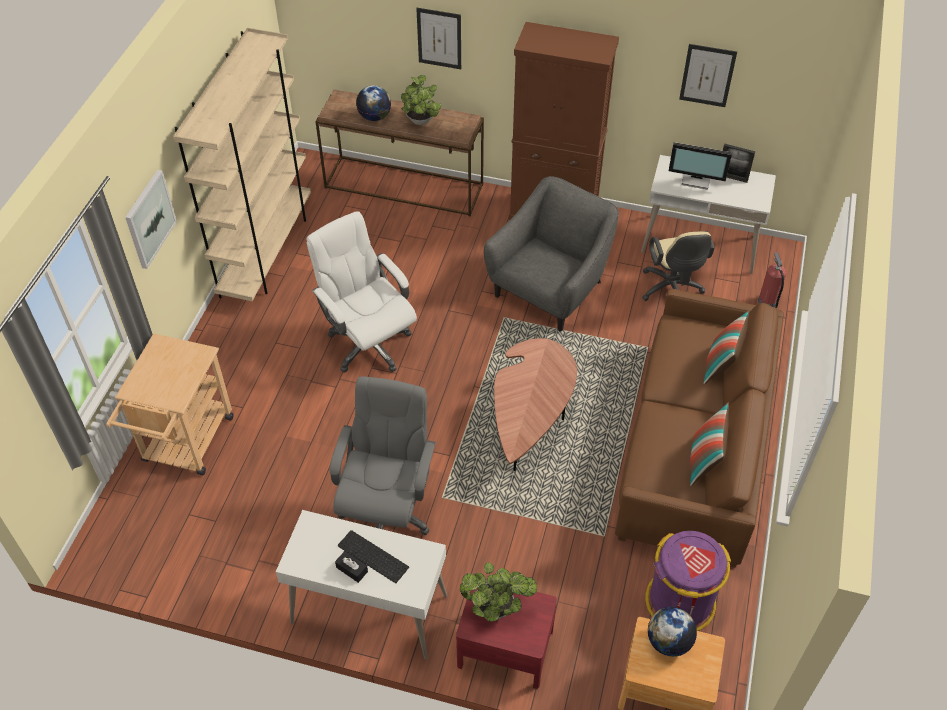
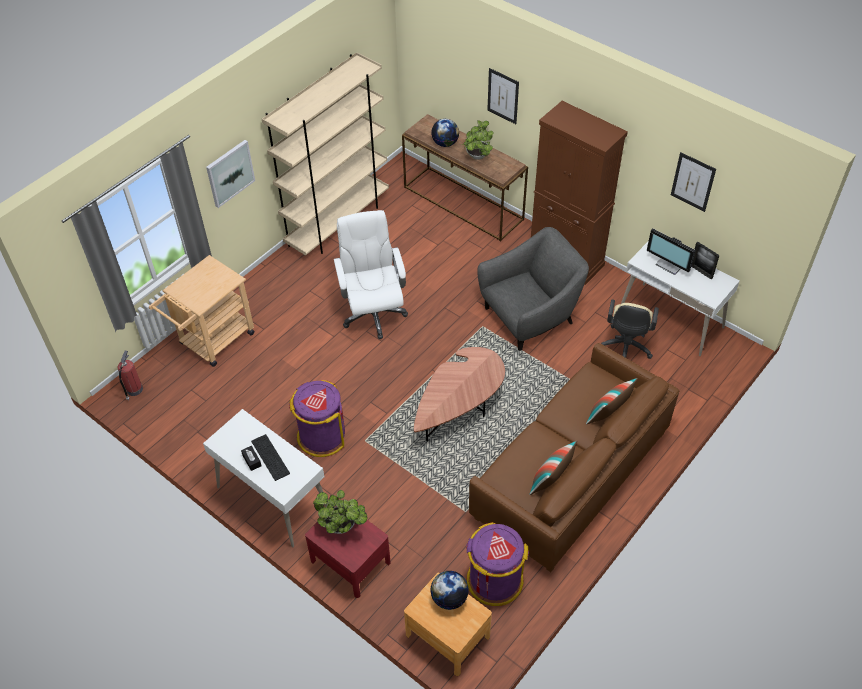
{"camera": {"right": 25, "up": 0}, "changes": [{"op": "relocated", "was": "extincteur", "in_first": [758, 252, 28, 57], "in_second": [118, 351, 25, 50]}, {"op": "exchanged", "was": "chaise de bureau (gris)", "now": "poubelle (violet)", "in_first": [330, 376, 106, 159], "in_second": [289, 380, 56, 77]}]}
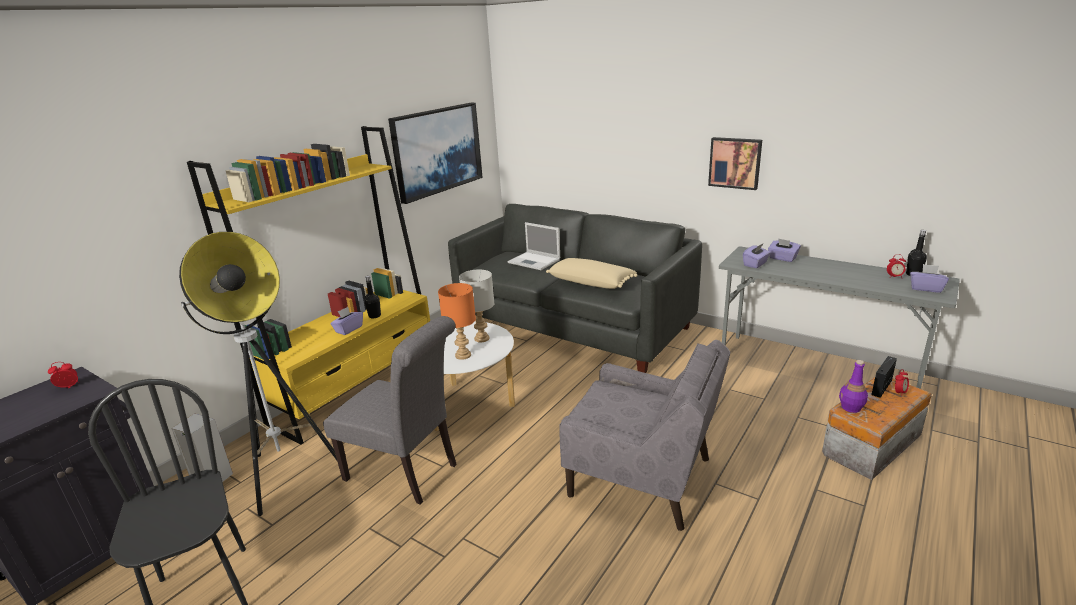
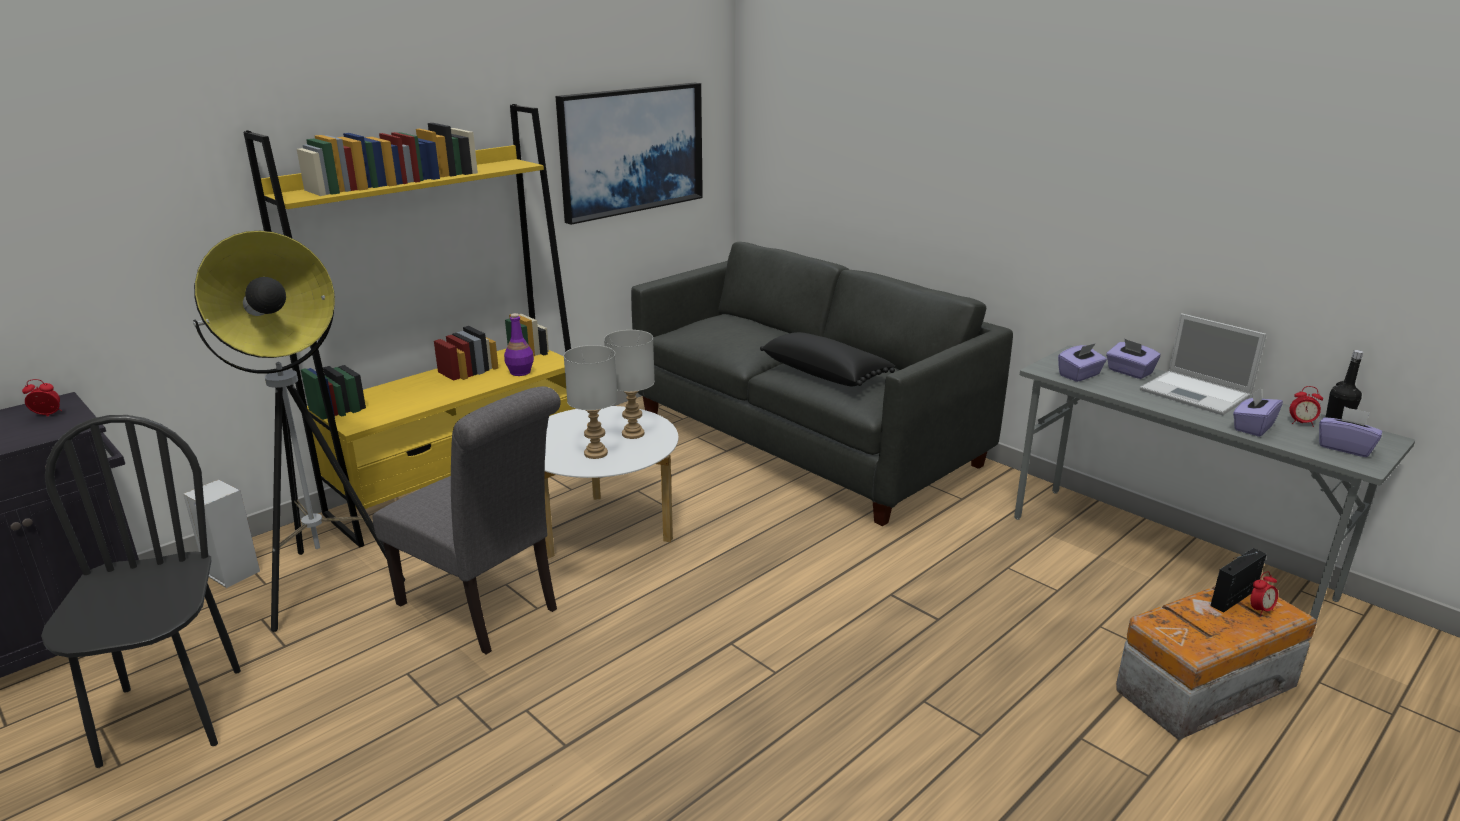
{"camera": {"right": 10, "up": 0}, "changes": [{"op": "missing", "was": "bouteille (noir)", "in_first": [364, 276, 17, 42]}, {"op": "missing", "was": "fauteuil (gris)", "in_first": [559, 340, 171, 191]}, {"op": "missing", "was": "tableau", "in_first": [708, 137, 54, 53]}, {"op": "relocated", "was": "boîte à mouchoirs (violet)", "in_first": [330, 307, 33, 28], "in_second": [1233, 388, 50, 49]}, {"op": "relocated", "was": "ordinateur portable", "in_first": [507, 222, 53, 48], "in_second": [1140, 313, 127, 102]}, {"op": "relocated", "was": "bouteille (violet)", "in_first": [839, 360, 29, 53], "in_second": [504, 313, 30, 63]}, {"op": "colour", "was": "lampe de table (orange)", "now": "lampe de table (gris)", "in_first": [438, 283, 38, 77], "in_second": [564, 345, 54, 114]}, {"op": "colour", "was": "coussin (beige)", "now": "coussin (noir)", "in_first": [546, 258, 92, 31], "in_second": [760, 332, 135, 55]}]}
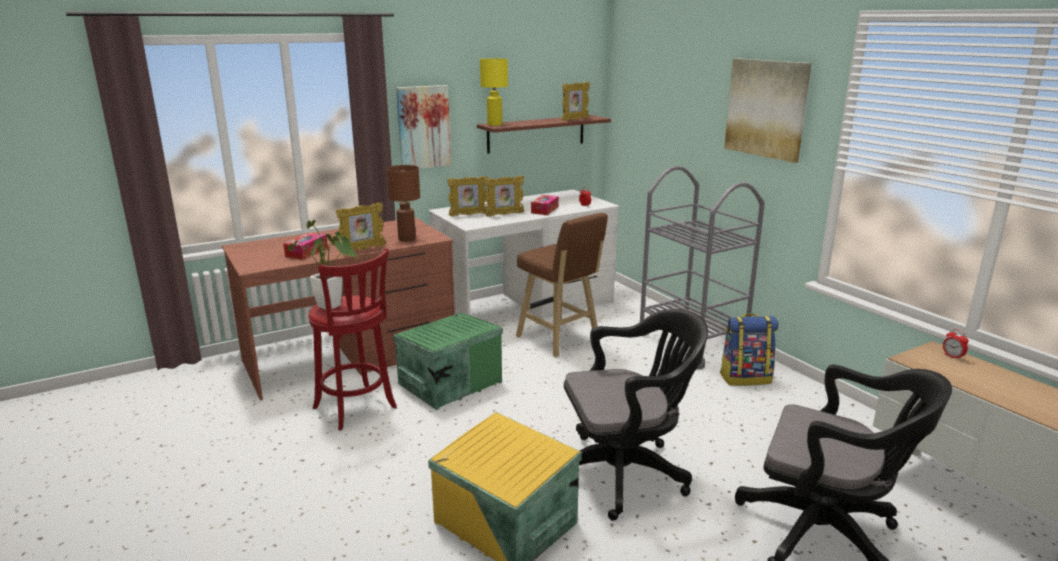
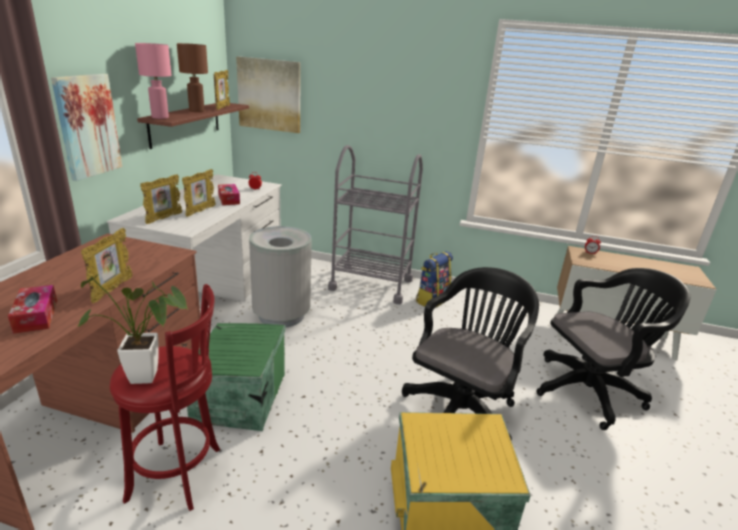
{"camera": {"right": -45, "up": 5}, "changes": [{"op": "relocated", "was": "lampe de table (marron)", "in_first": [386, 165, 34, 77], "in_second": [177, 43, 31, 69]}, {"op": "relocated", "was": "tableau", "in_first": [724, 58, 88, 105], "in_second": [236, 56, 65, 77]}, {"op": "exchanged", "was": "tabouret (marron)", "now": "poubelle (gris)", "in_first": [516, 213, 92, 144], "in_second": [249, 226, 63, 101]}, {"op": "colour", "was": "lampe de table (jaune)", "now": "lampe de table (rose)", "in_first": [480, 58, 28, 68], "in_second": [135, 43, 37, 76]}]}
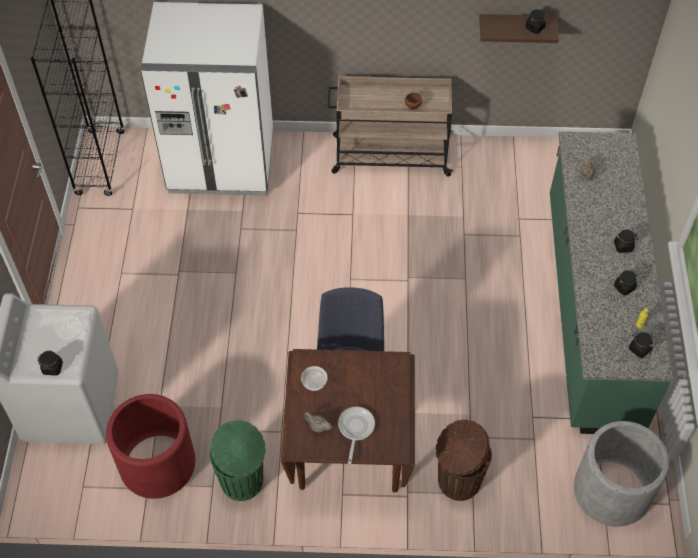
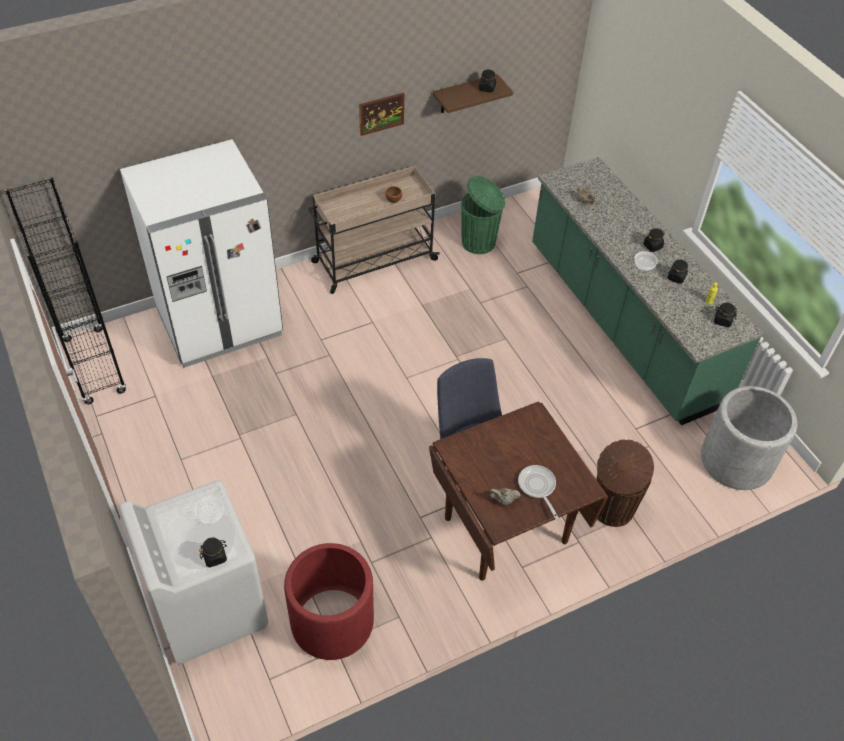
{"camera": {"right": -30, "up": -5}, "changes": [{"op": "appeared", "now": "tableau", "in_second": [359, 93, 45, 43]}, {"op": "relocated", "was": "poubelle (vert)", "in_first": [210, 420, 56, 81], "in_second": [461, 176, 45, 78]}, {"op": "relocated", "was": "bol", "in_first": [301, 366, 26, 25], "in_second": [634, 251, 24, 20]}]}
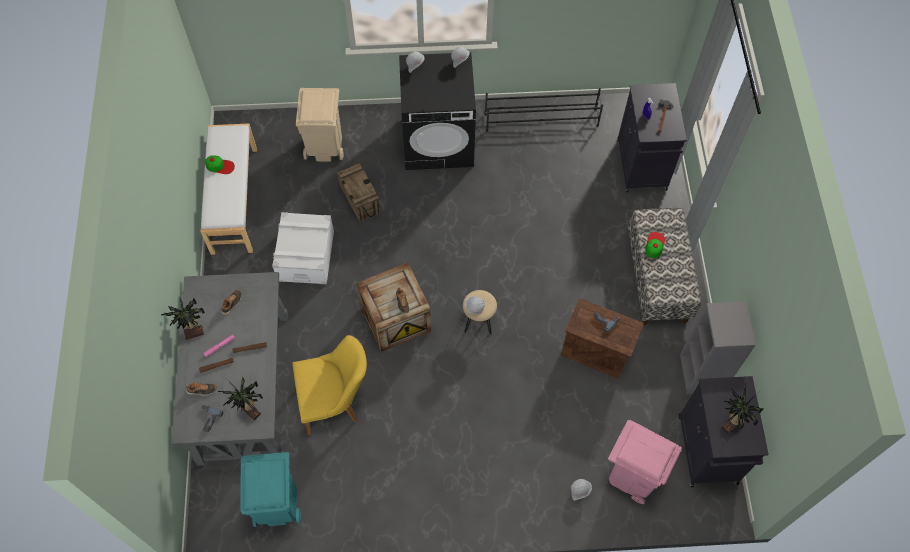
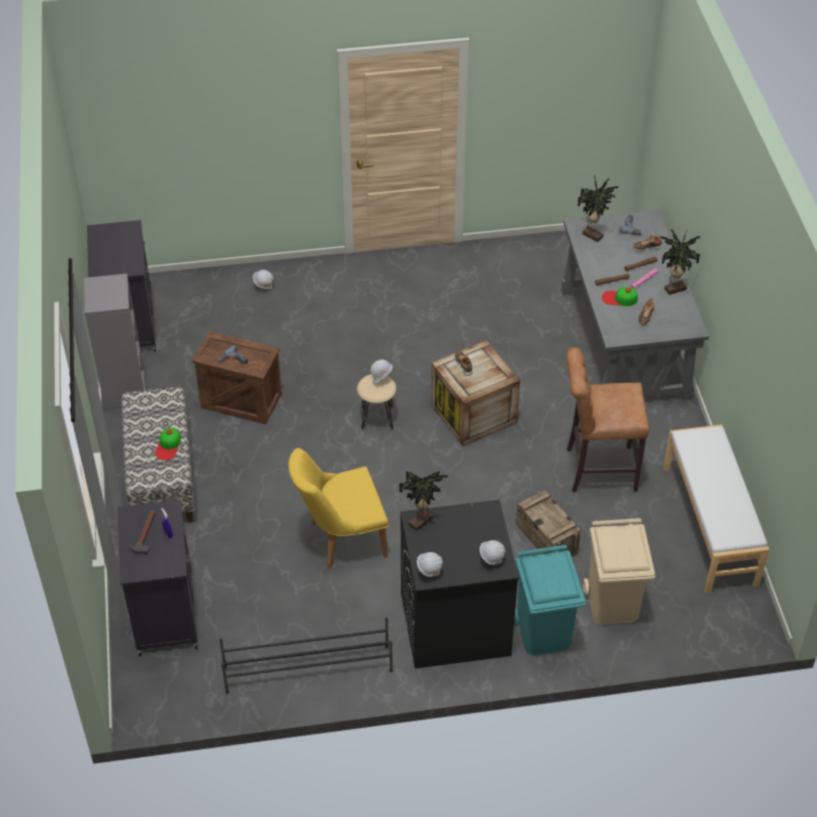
{"camera": {"right": 175, "up": -15}, "changes": [{"op": "missing", "was": "poubelle (rose)", "in_first": [608, 420, 74, 84]}, {"op": "relocated", "was": "casquette", "in_first": [205, 155, 30, 19], "in_second": [602, 287, 36, 19]}, {"op": "relocated", "was": "poubelle (turquoise)", "in_first": [240, 452, 61, 75], "in_second": [514, 545, 72, 110]}, {"op": "relocated", "was": "chaise (jaune)", "in_first": [292, 335, 75, 100], "in_second": [288, 448, 101, 121]}, {"op": "relocated", "was": "plante en pot", "in_first": [721, 383, 43, 51], "in_second": [399, 471, 49, 60]}, {"op": "exchanged", "was": "boîte de rangement (blanc)", "now": "tabouret (marron)", "in_first": [272, 212, 62, 72], "in_second": [567, 347, 82, 145]}]}
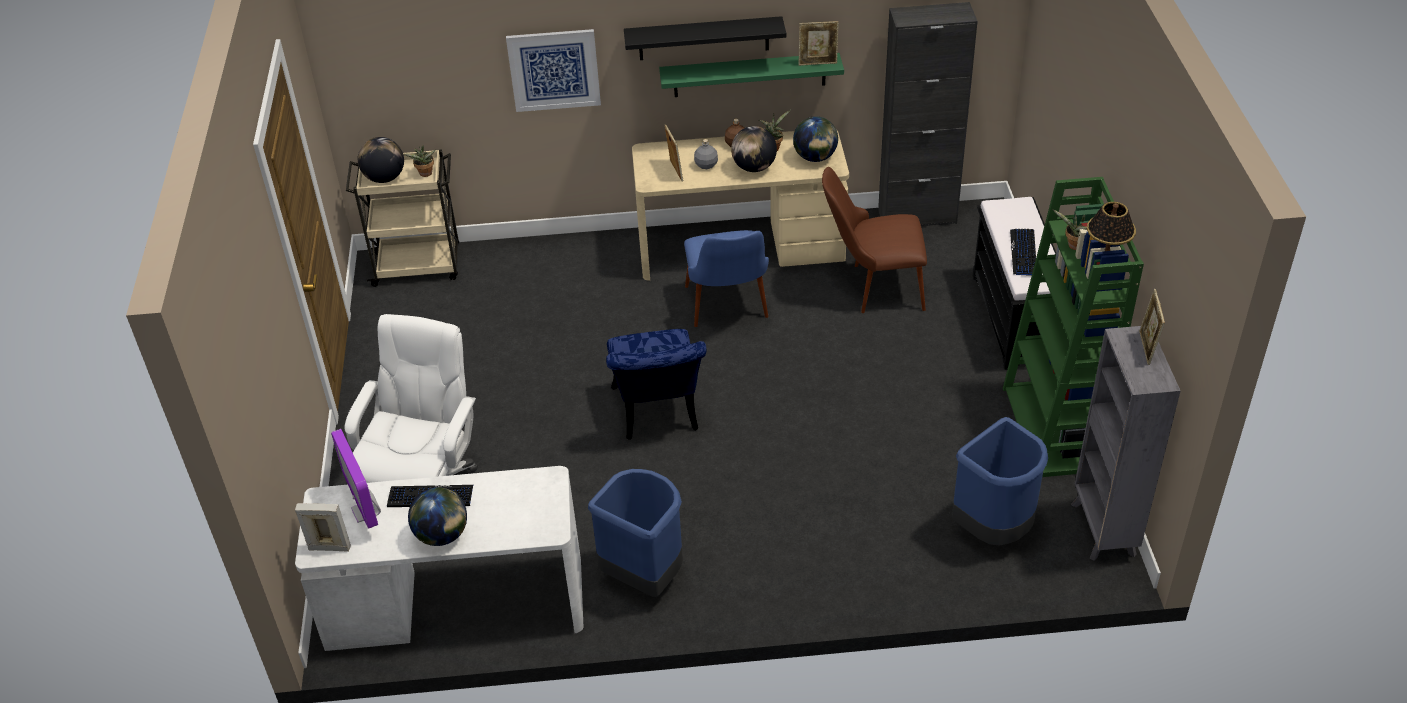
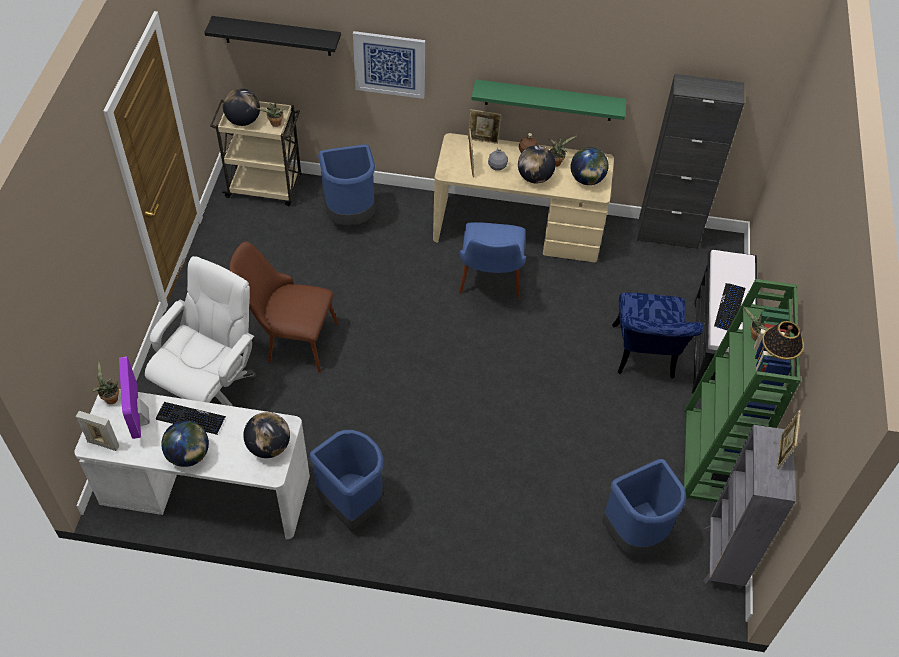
{"camera": {"right": 10, "up": 10}, "changes": [{"op": "appeared", "now": "plante en pot", "in_second": [92, 361, 27, 43]}, {"op": "appeared", "now": "globe", "in_second": [243, 412, 47, 46]}, {"op": "appeared", "now": "poubelle (bleu)", "in_second": [318, 144, 57, 82]}, {"op": "relocated", "was": "chaise (bleu)", "in_first": [606, 329, 100, 111], "in_second": [612, 293, 91, 86]}, {"op": "relocated", "was": "étagère (noir)", "in_first": [624, 16, 162, 44], "in_second": [204, 16, 137, 40]}, {"op": "relocated", "was": "cadre photo", "in_first": [799, 21, 40, 45], "in_second": [468, 109, 34, 35]}, {"op": "relocated", "was": "chaise (marron)", "in_first": [822, 167, 105, 146], "in_second": [230, 241, 108, 132]}]}
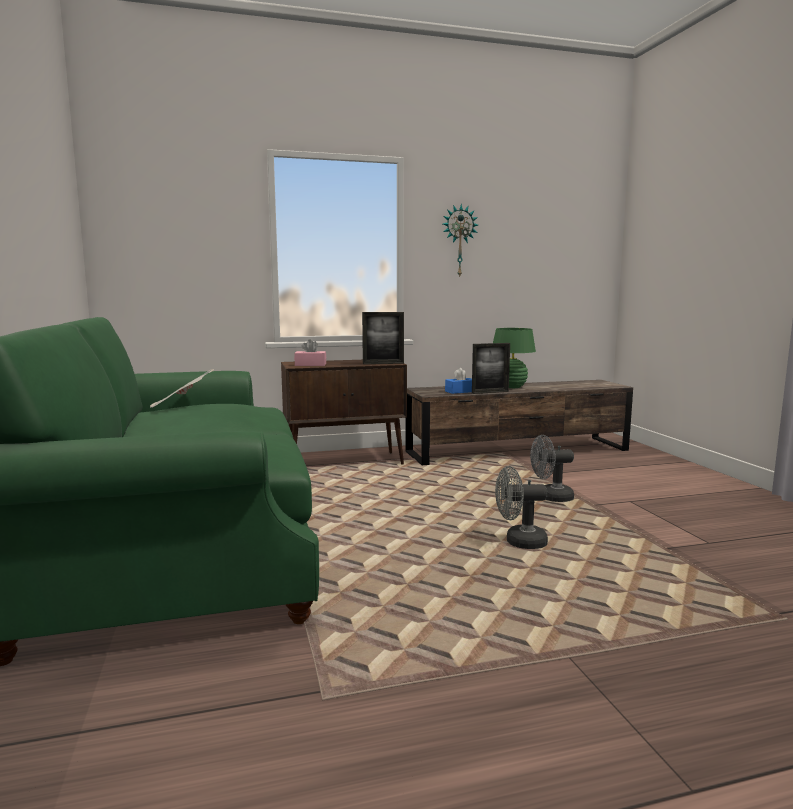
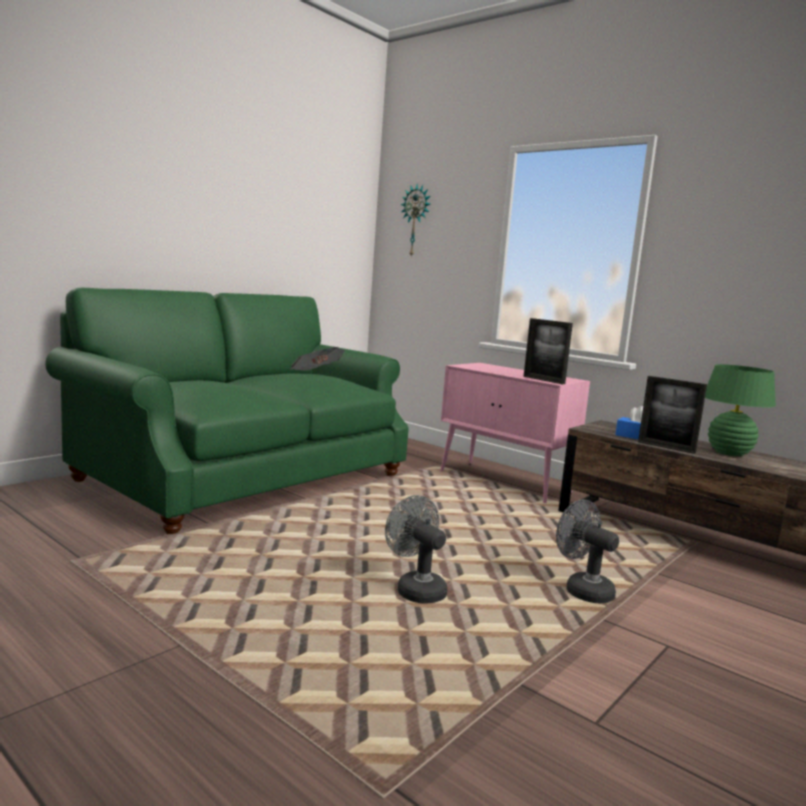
{"camera": {"right": 55, "up": 0}, "changes": [{"op": "missing", "was": "boîte à mouchoirs (rose)", "in_first": [294, 340, 32, 26]}, {"op": "relocated", "was": "horloge murale", "in_first": [443, 204, 35, 74], "in_second": [400, 184, 30, 74]}, {"op": "colour", "was": "meuble de rangement (marron)", "now": "meuble de rangement (rose)", "in_first": [281, 360, 126, 105], "in_second": [440, 363, 150, 140]}]}
